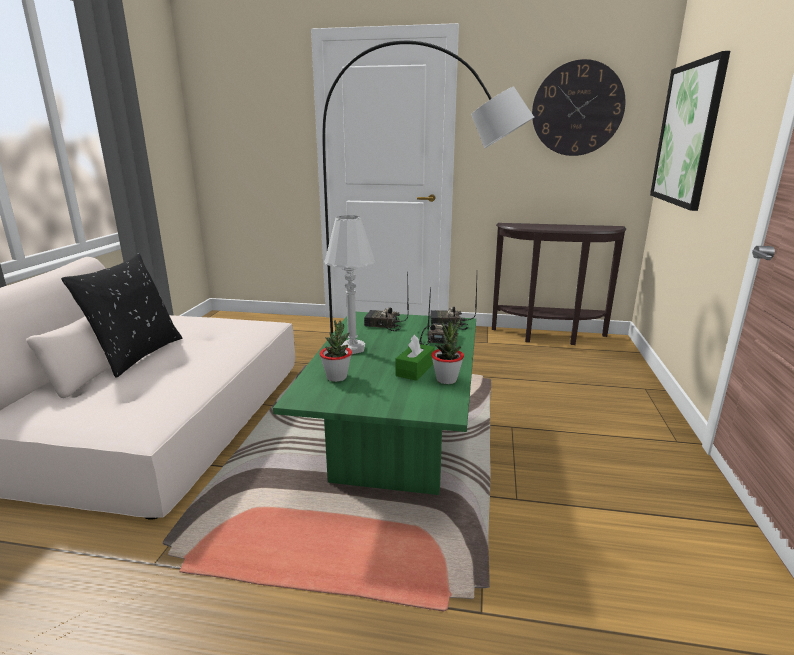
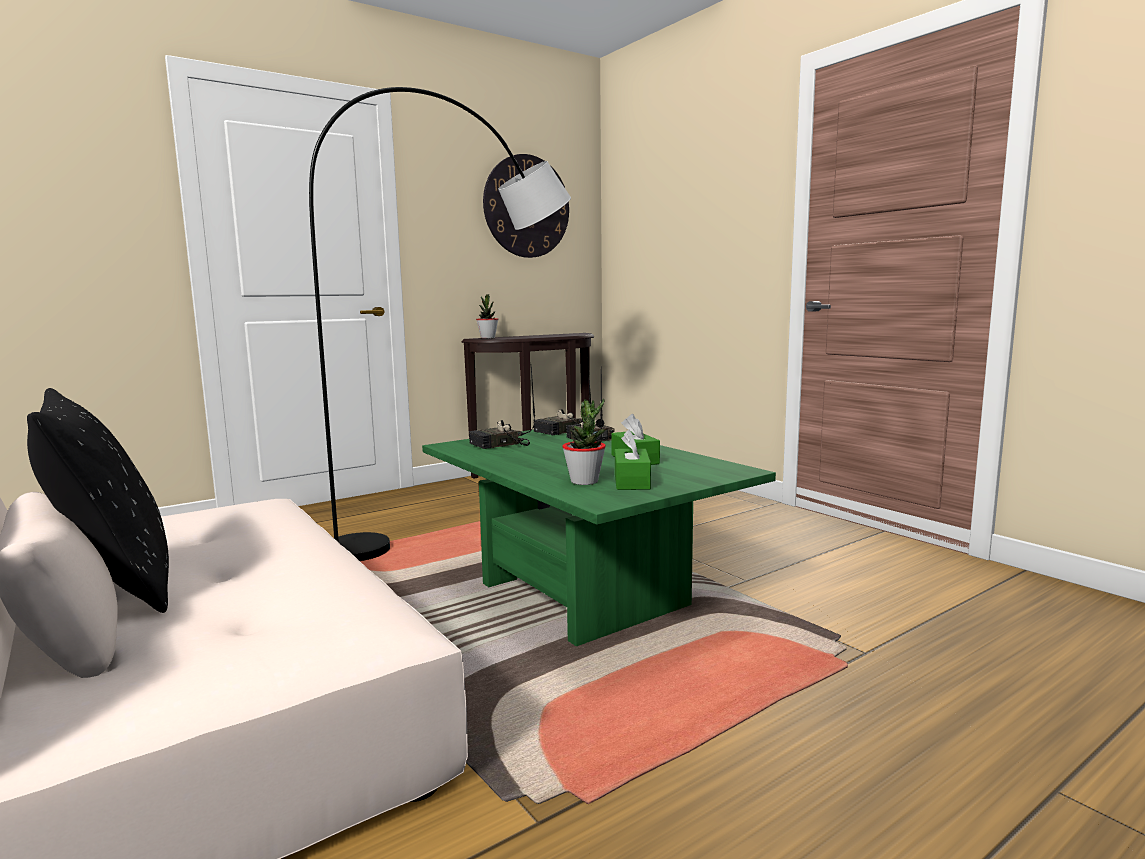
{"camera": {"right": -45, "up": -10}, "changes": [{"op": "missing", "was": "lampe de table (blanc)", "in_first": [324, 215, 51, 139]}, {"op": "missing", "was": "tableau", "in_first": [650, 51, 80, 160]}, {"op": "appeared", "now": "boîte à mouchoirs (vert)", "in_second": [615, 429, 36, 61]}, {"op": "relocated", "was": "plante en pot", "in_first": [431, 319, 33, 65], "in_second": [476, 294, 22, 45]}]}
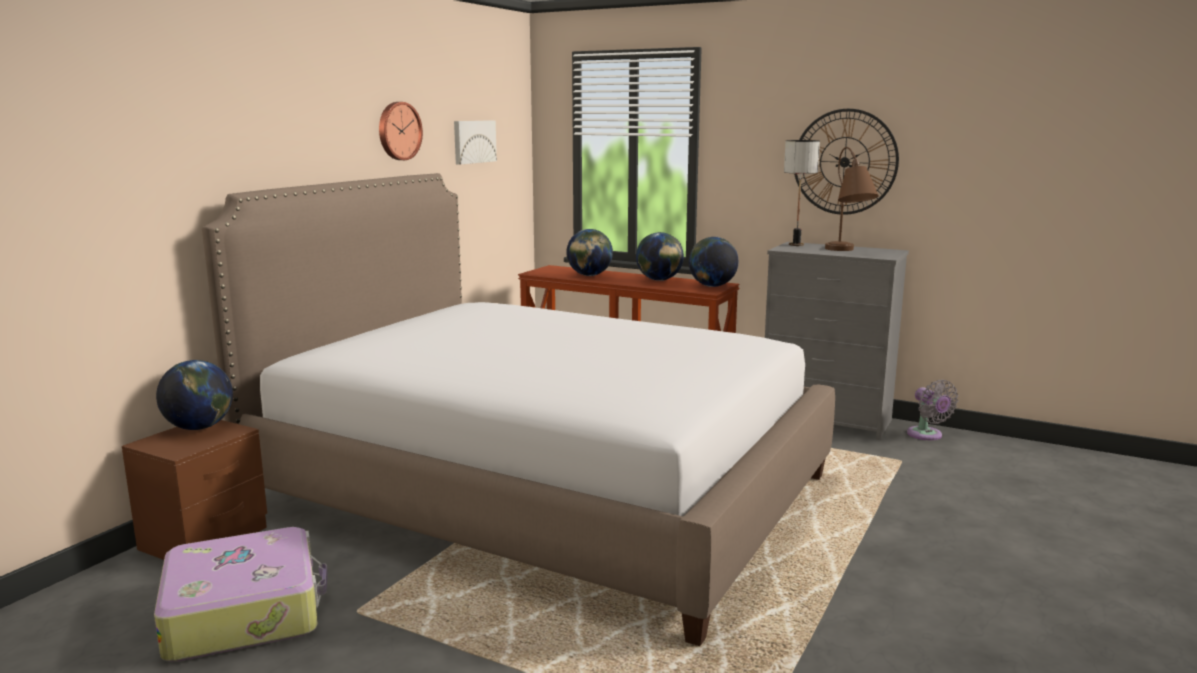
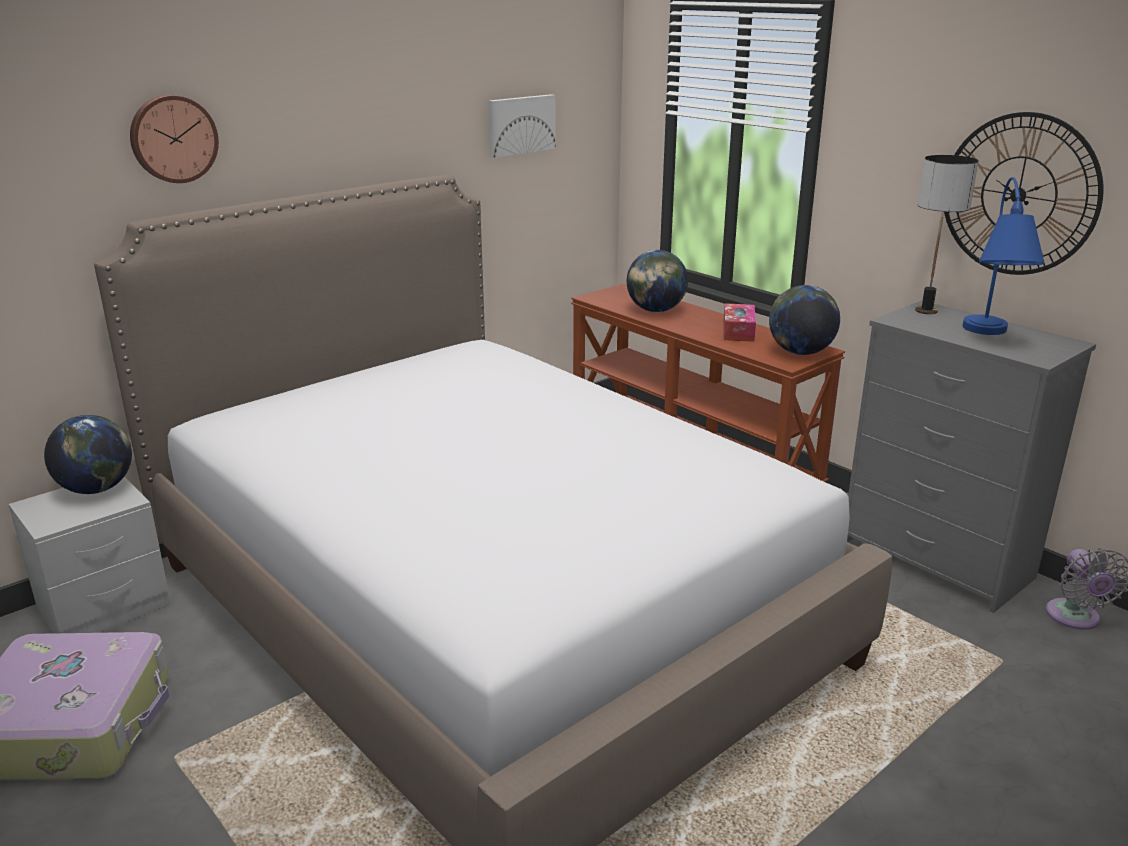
{"camera": {"right": 20, "up": 10}, "changes": [{"op": "relocated", "was": "horloge murale", "in_first": [379, 102, 44, 58], "in_second": [130, 95, 89, 88]}, {"op": "exchanged", "was": "globe", "now": "boîte à mouchoirs", "in_first": [636, 232, 48, 49], "in_second": [724, 303, 32, 39]}, {"op": "colour", "was": "table de chevet (marron)", "now": "table de chevet (gris)", "in_first": [122, 420, 145, 140], "in_second": [9, 476, 161, 157]}, {"op": "colour", "was": "lampe de table (marron)", "now": "lampe de table (bleu)", "in_first": [825, 147, 54, 104], "in_second": [962, 177, 83, 158]}]}
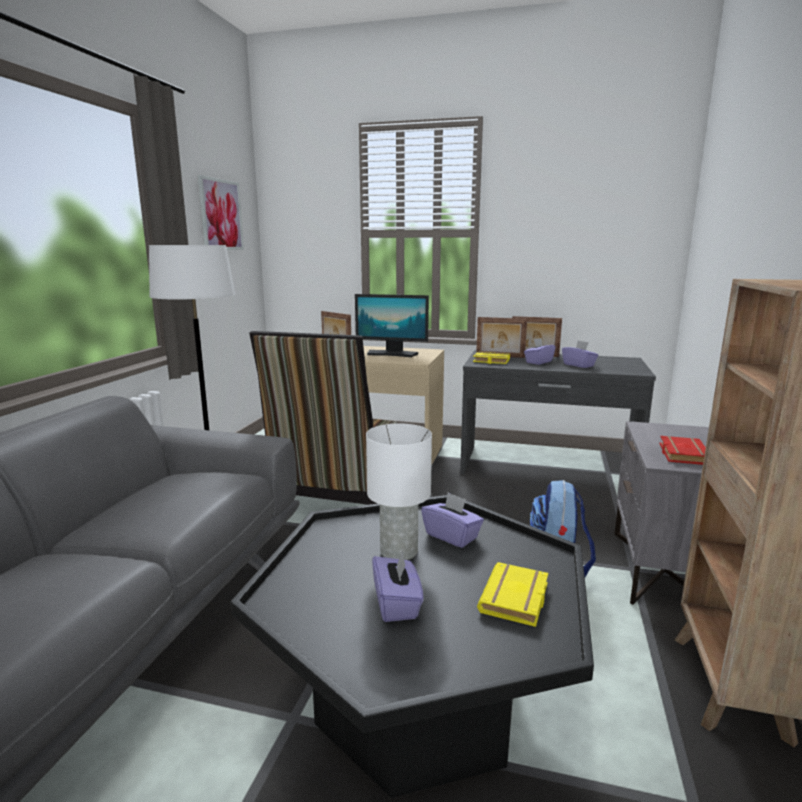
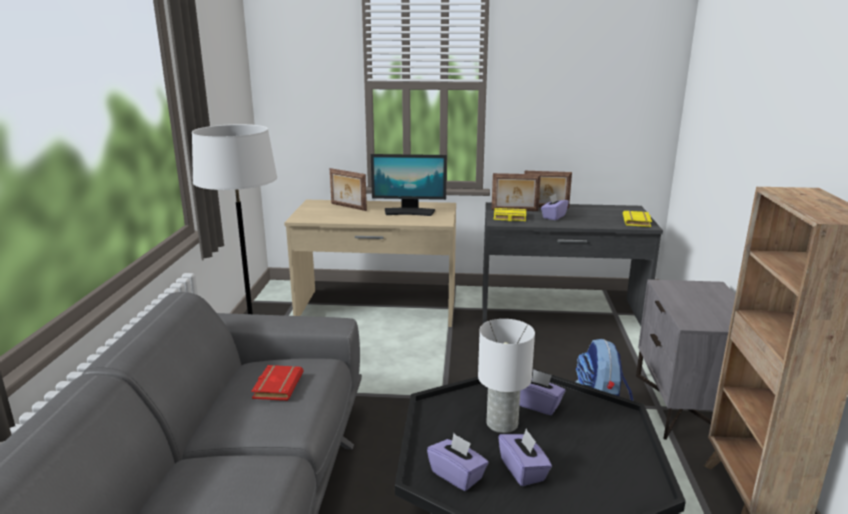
{"camera": {"right": -10, "up": 5}, "changes": [{"op": "missing", "was": "tableau", "in_first": [197, 175, 47, 75]}, {"op": "missing", "was": "chaise", "in_first": [249, 331, 153, 174]}, {"op": "relocated", "was": "livre (jaune)", "in_first": [477, 562, 71, 65], "in_second": [623, 211, 29, 16]}, {"op": "relocated", "was": "boîte à mouchoirs (violet)", "in_first": [562, 341, 37, 27], "in_second": [427, 433, 62, 58]}, {"op": "relocated", "was": "livre (rouge)", "in_first": [659, 436, 47, 29], "in_second": [251, 365, 53, 36]}]}
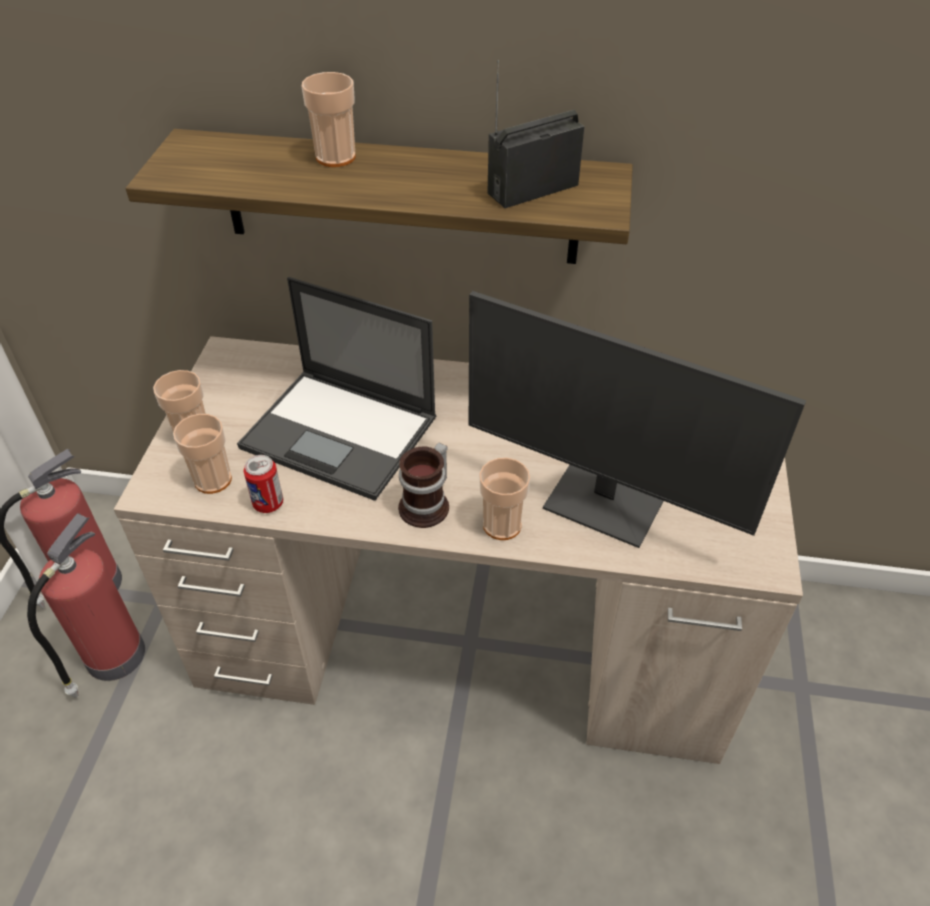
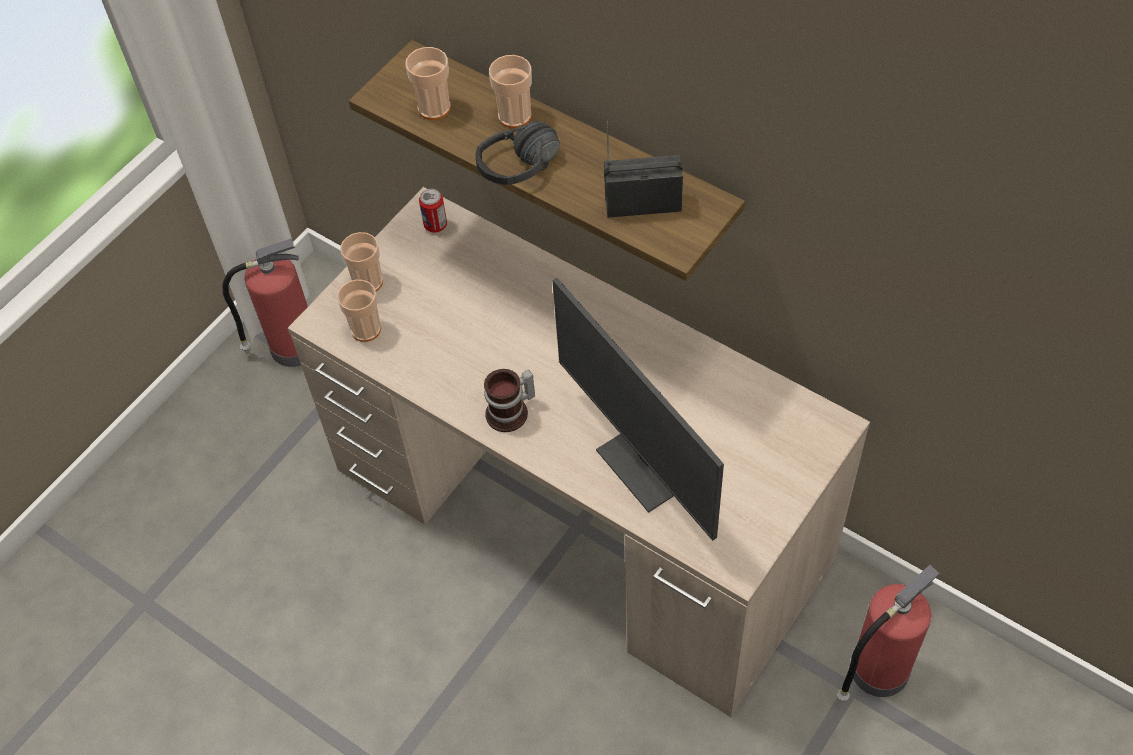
{"camera": {"right": 30, "up": 10}, "changes": [{"op": "missing", "was": "ordinateur portable", "in_first": [237, 277, 199, 224]}, {"op": "appeared", "now": "casque audio (noir)", "in_second": [476, 121, 84, 64]}, {"op": "relocated", "was": "extincteur", "in_first": [27, 513, 118, 184], "in_second": [837, 564, 104, 138]}, {"op": "relocated", "was": "boîte métallique", "in_first": [244, 455, 39, 58], "in_second": [419, 189, 28, 44]}, {"op": "relocated", "was": "tasse", "in_first": [479, 458, 51, 82], "in_second": [405, 47, 46, 73]}]}
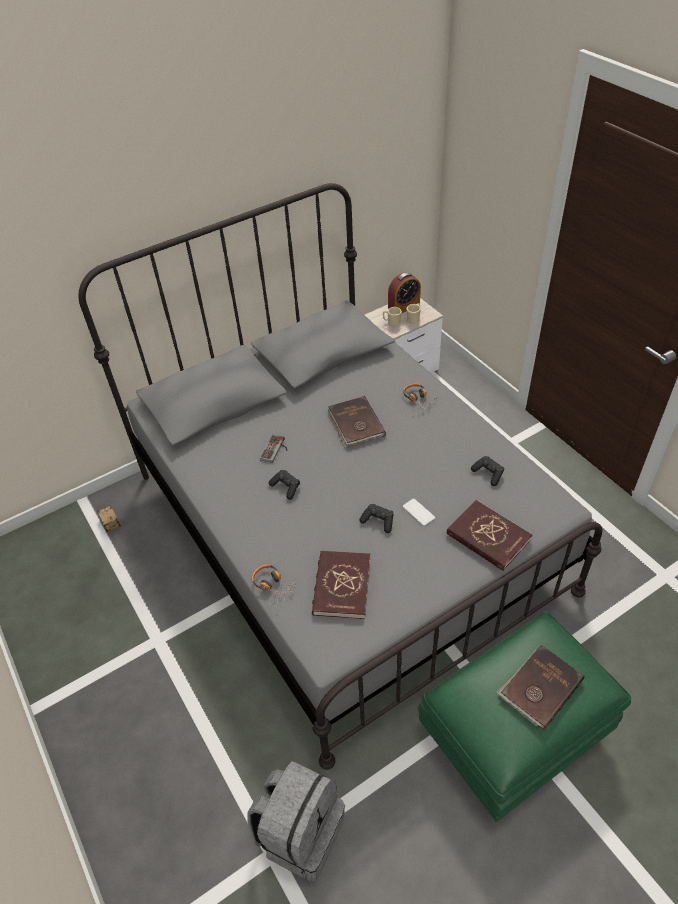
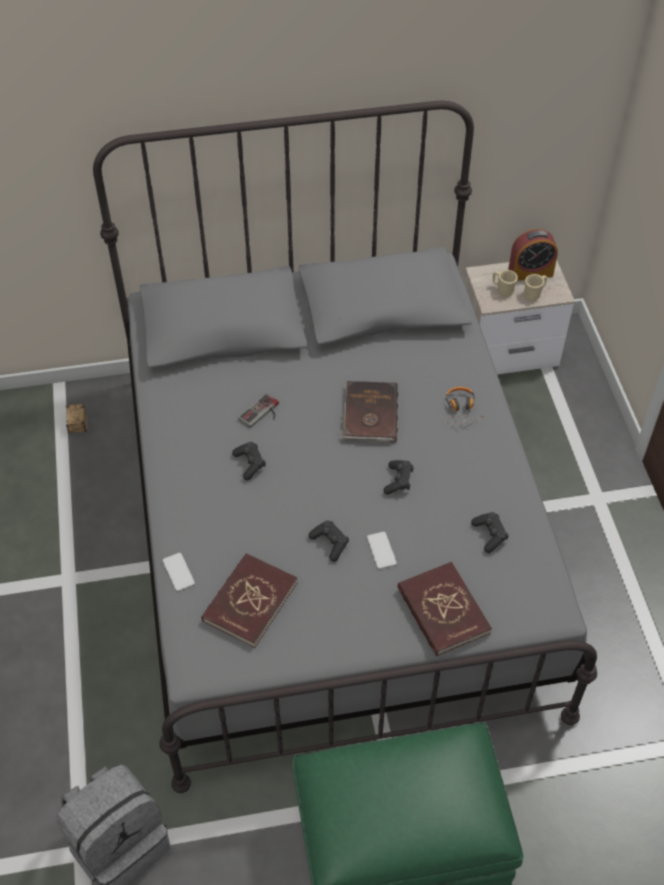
{"camera": {"right": 20, "up": 5}, "changes": [{"op": "missing", "was": "livre (marron)", "in_first": [496, 645, 88, 85]}, {"op": "appeared", "now": "manette (noir)", "in_second": [383, 460, 31, 35]}, {"op": "exchanged", "was": "casque audio", "now": "téléphone", "in_first": [252, 564, 44, 42], "in_second": [163, 553, 32, 38]}]}
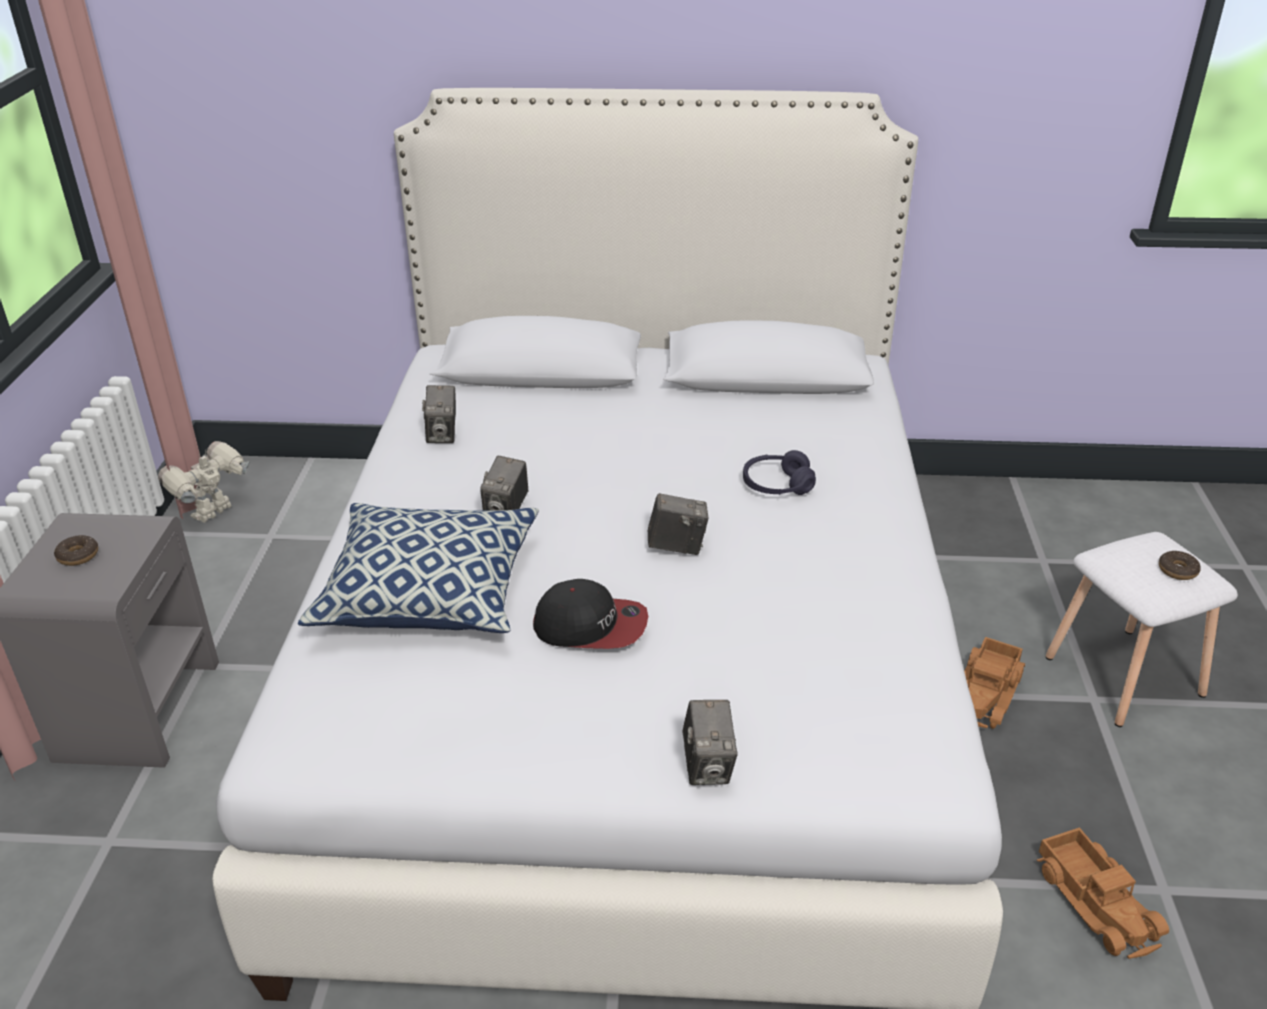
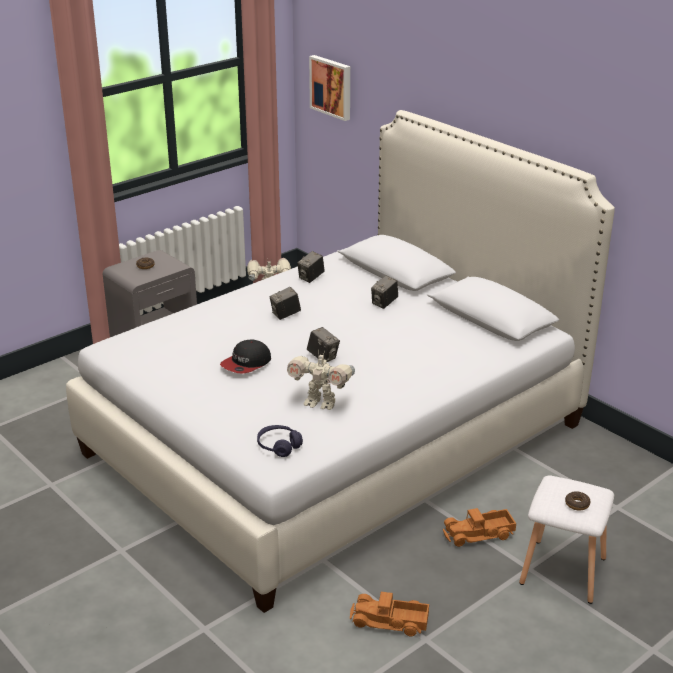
{"camera": {"right": 45, "up": -5}, "changes": [{"op": "missing", "was": "coussin", "in_first": [298, 503, 241, 130]}, {"op": "appeared", "now": "robot jouet", "in_second": [287, 349, 68, 61]}, {"op": "appeared", "now": "tableau", "in_second": [309, 55, 41, 66]}, {"op": "relocated", "was": "appareil photo", "in_first": [682, 700, 56, 85], "in_second": [371, 275, 27, 34]}, {"op": "relocated", "was": "casque audio (violet)", "in_first": [743, 450, 73, 45], "in_second": [257, 425, 46, 32]}, {"op": "spun", "was": "casquette", "in_first": [533, 579, 115, 70], "in_second": [220, 339, 51, 35], "clockwise": 75}, {"op": "spun", "was": "camion jouet", "in_first": [1037, 827, 132, 132], "in_second": [350, 592, 79, 44], "clockwise": 75}]}
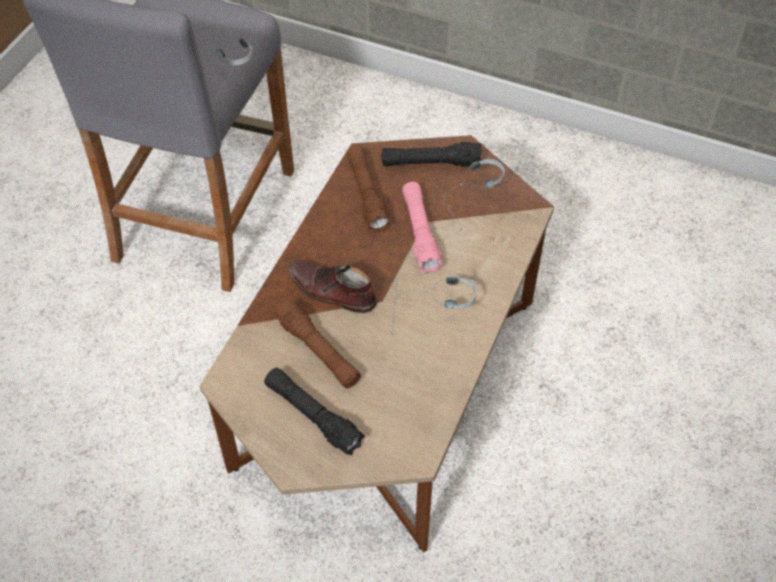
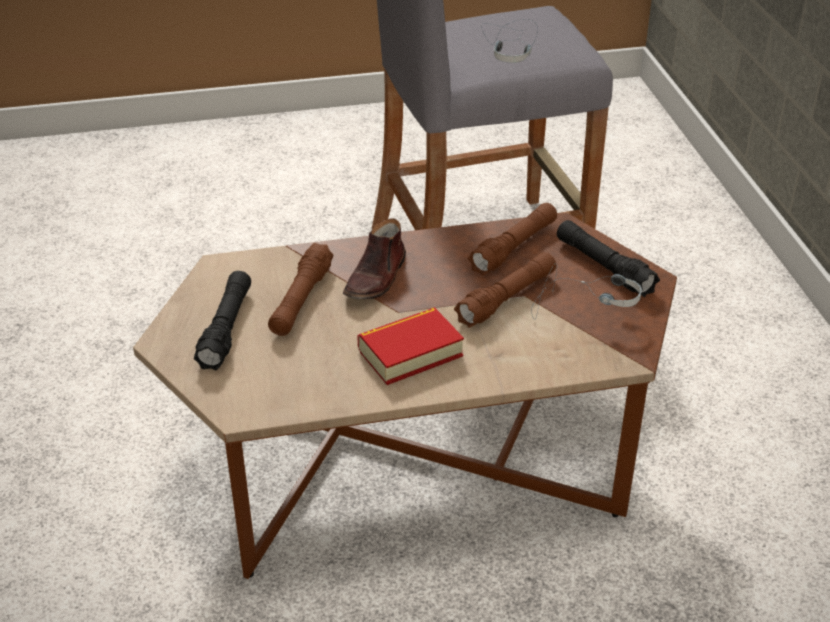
{"camera": {"right": 55, "up": -15}, "changes": [{"op": "exchanged", "was": "casque audio", "now": "livre", "in_first": [392, 276, 84, 59], "in_second": [357, 307, 107, 78]}, {"op": "colour", "was": "lampe de poche (rose)", "now": "lampe de poche (marron)", "in_first": [402, 182, 40, 92], "in_second": [454, 252, 102, 76]}, {"op": "spun", "was": "chaussure (marron)", "in_first": [289, 260, 88, 53], "in_second": [343, 218, 63, 81], "clockwise": -150}]}
